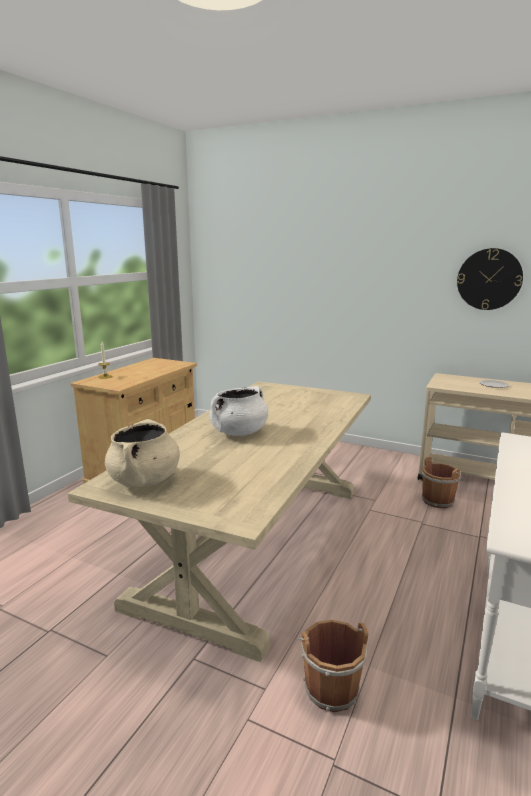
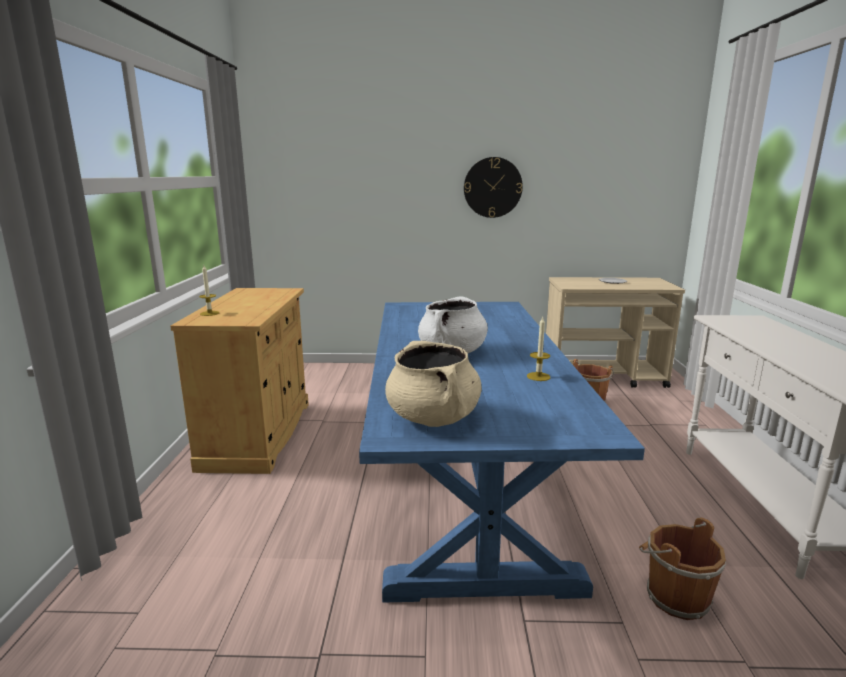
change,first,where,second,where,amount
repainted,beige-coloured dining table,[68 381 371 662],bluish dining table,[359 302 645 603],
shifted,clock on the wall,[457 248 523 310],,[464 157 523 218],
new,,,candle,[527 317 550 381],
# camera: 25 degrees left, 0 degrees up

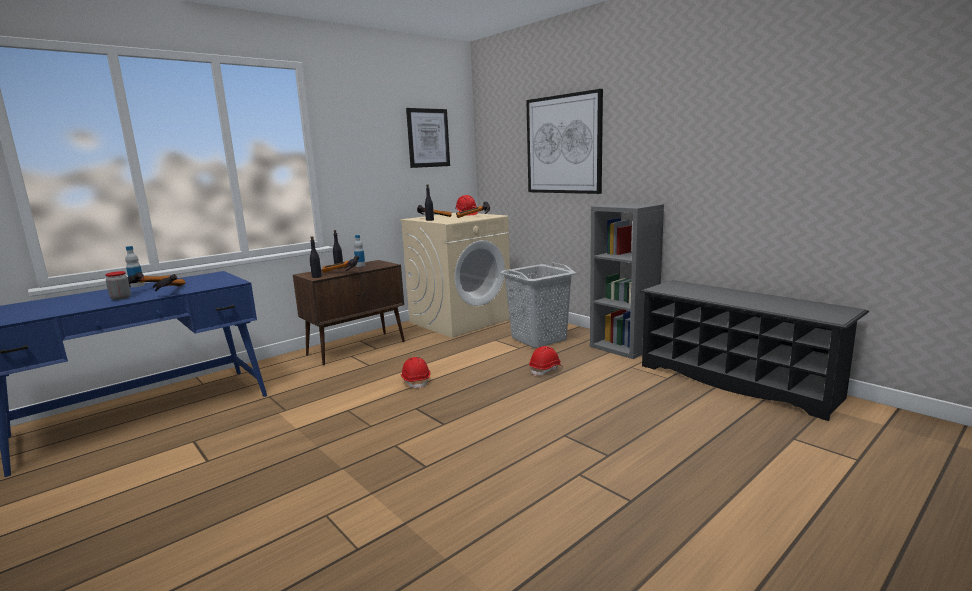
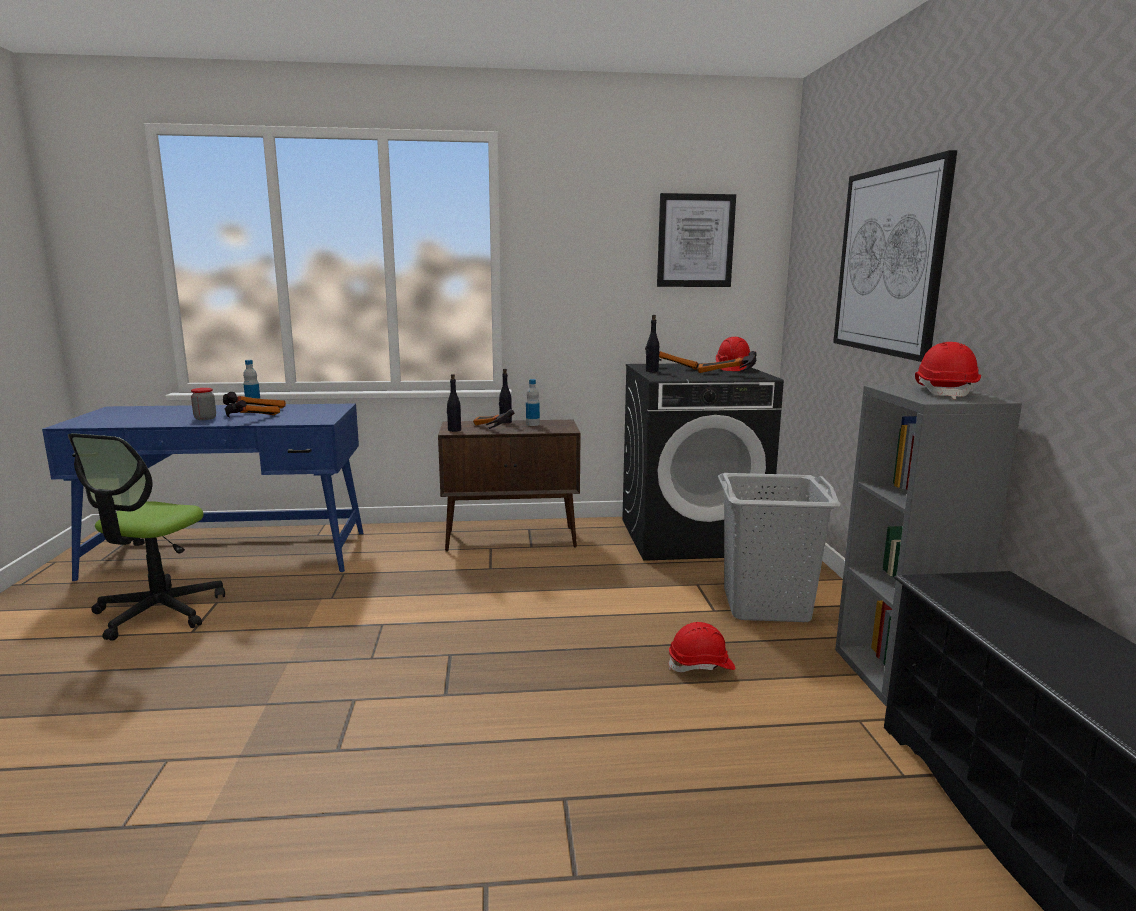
change,first,where,second,where,amount
repainted,beige-coloured laundry machine,[400 213 510 338],blackish laundry machine,[622 363 784 561],
shifted,red work helmet,[401 357 431 389],,[915 342 981 399],
new,,,computer chair,[68 433 225 641],
# camera: 35 degrees right, 0 degrees up

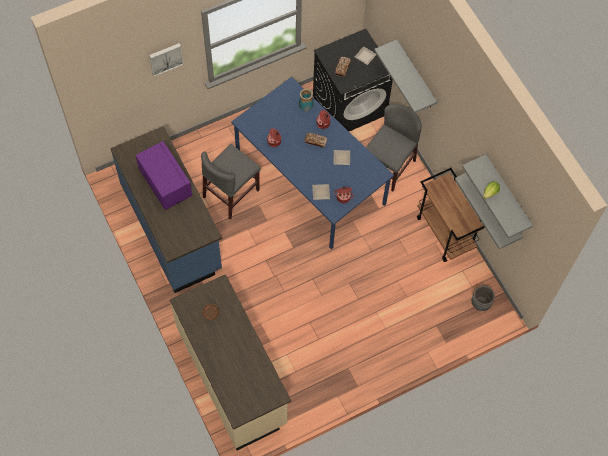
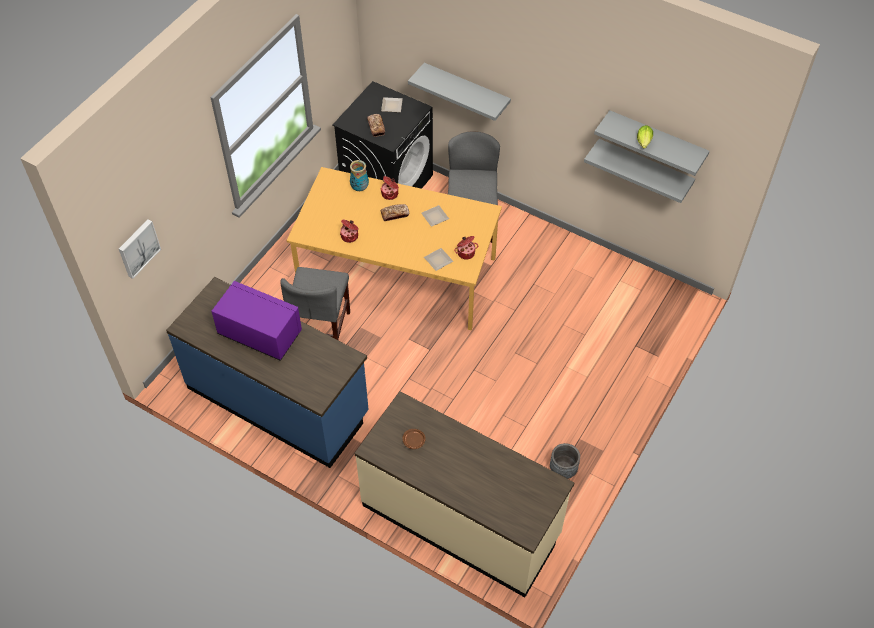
change,first,where,second,where,amount
shifted,wall art,[149 43 184 77],,[119 219 161 279],
repainted,bluish dining table,[231 77 394 249],orange dining table,[287 167 502 330],
gone,brown-coloured trolley,[417 168 485 262],,,
shifted,greyish planter,[471 285 495 311],,[550 443 580 479],
# camera: 30 degrees left, 10 degrees down

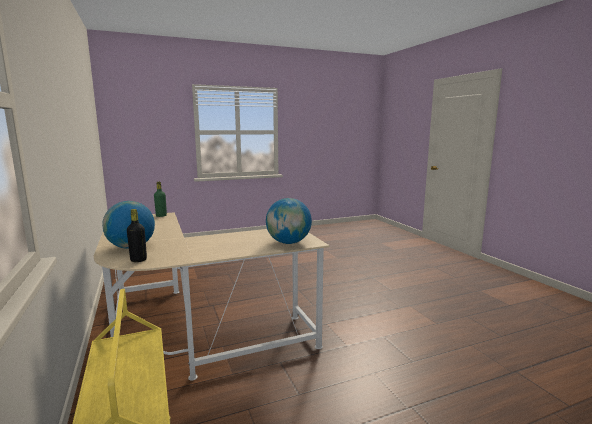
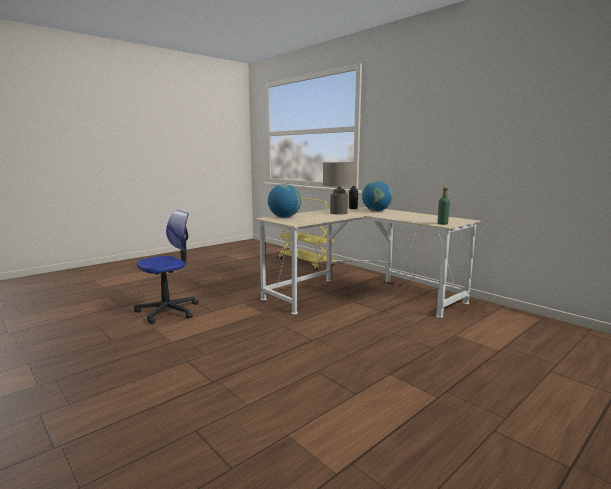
change,first,where,second,where,amount
new,,,computer chair,[134 210 198 324],
new,,,beige-coloured table lamp,[323 162 357 214],
# camera: 160 degrees right, 0 degrees up

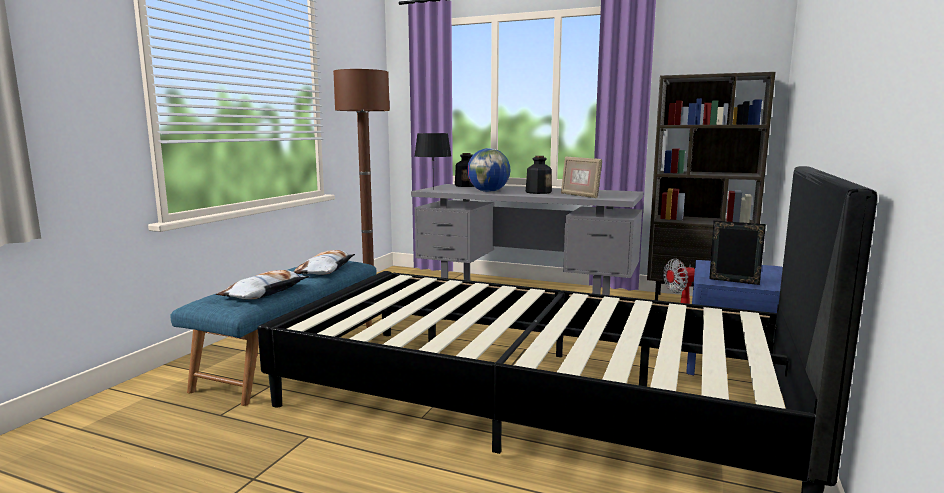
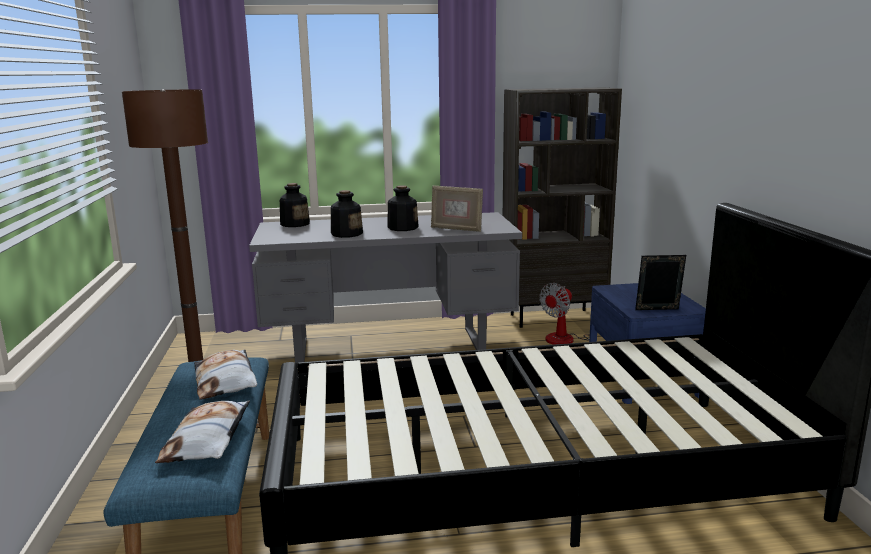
change,first,where,second,where,amount
gone,blackish table lamp,[415 133 451 190],,,
swapped,world globe,[467 148 510 192],beverage bottle,[331 190 363 238],
# camera: 30 degrees left, 5 degrees up

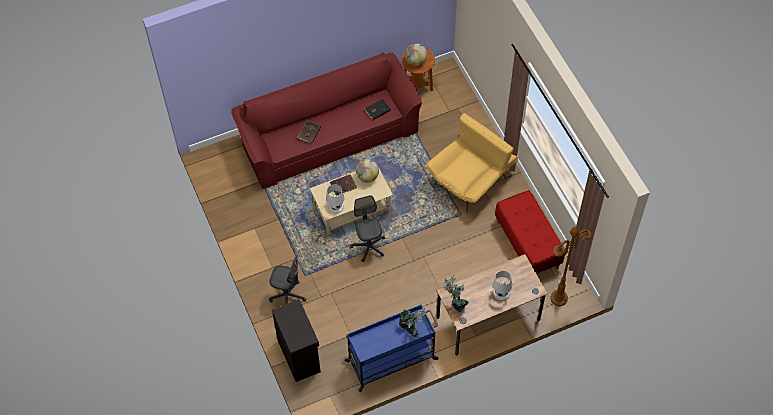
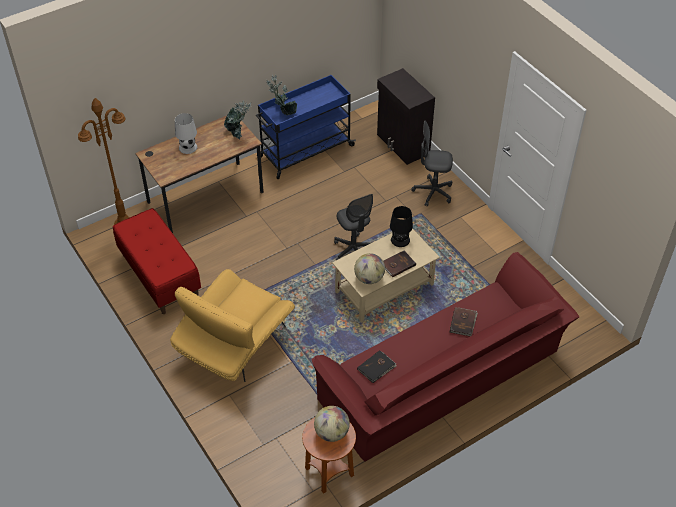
change,first,where,second,where,amount
repainted,white-coloured table lamp,[326 184 344 214],blackish table lamp,[390 206 413 247],
# camera: 170 degrees right, 10 degrees down

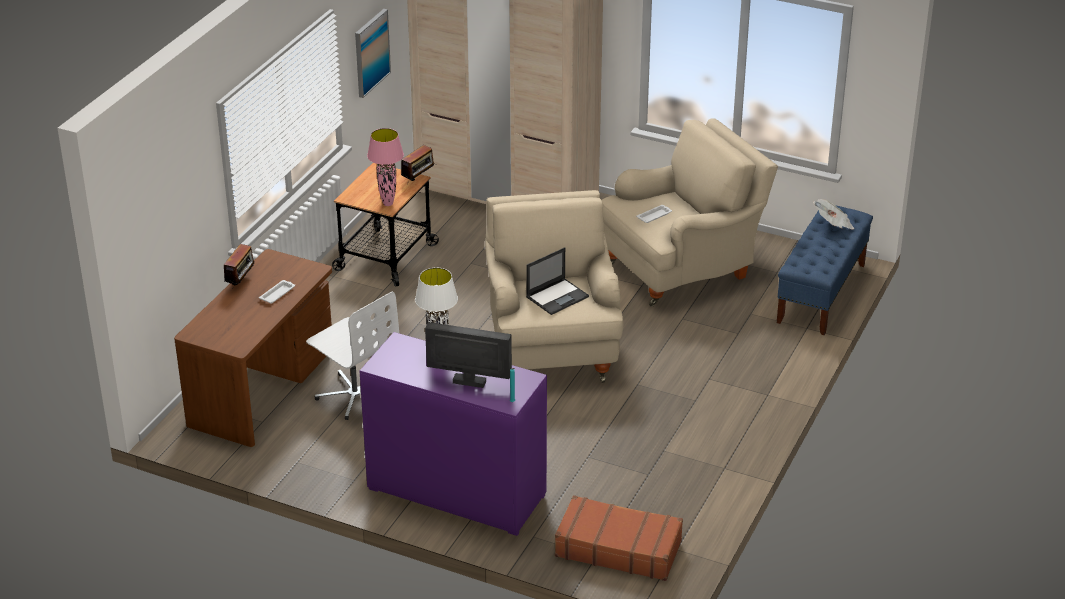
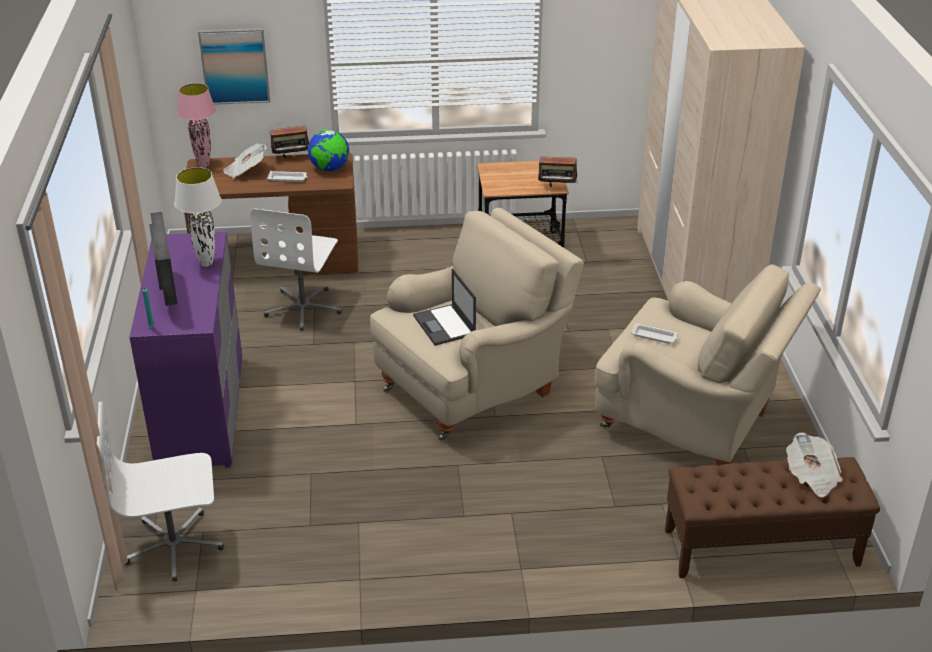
change,first,where,second,where,amount
shifted,wall art,[355 9 391 98],,[198 28 270 105],
shifted,pinkish table lamp,[367 128 404 206],,[177 83 216 168],
rotated,notebook computer,[526 247 589 315],,[413 268 476 346],45 degrees clockwise
swapped,brown-coloured piece of luggage,[555 495 683 581],white-coloured computer chair,[97 402 224 582],
repainted,bluish long seat,[777 205 873 335],brown-coloured long seat,[665 457 880 578],
new,,,newspaper,[223 143 267 178],
new,,,world globe,[308 130 349 171],
# camera: 60 degrees right, 0 degrees up

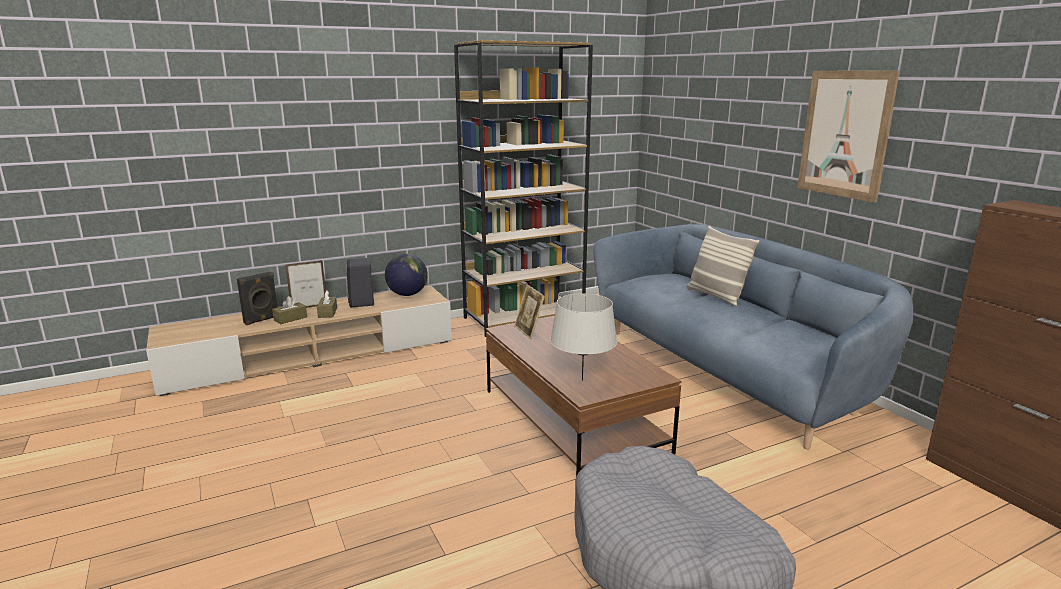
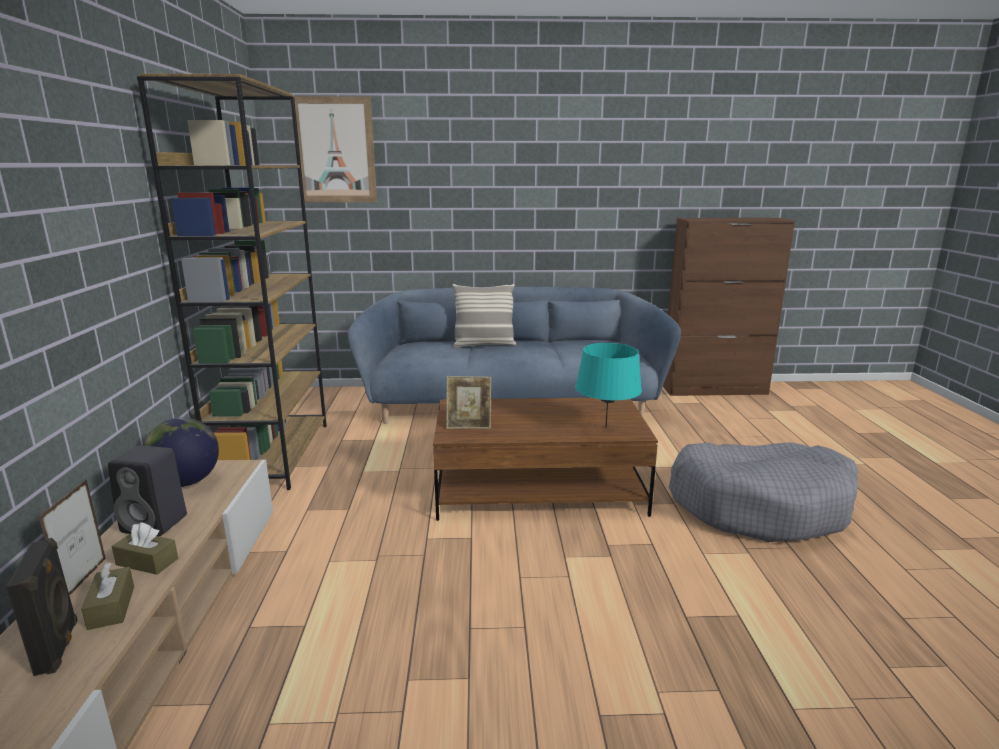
change,first,where,second,where,amount
repainted,greyish table lamp,[550 293 617 381],blue-green table lamp,[575 343 642 428],
shifted,wall art,[797 71 900 203],,[290 96 377 202],
# camera: 65 degrees left, 0 degrees up

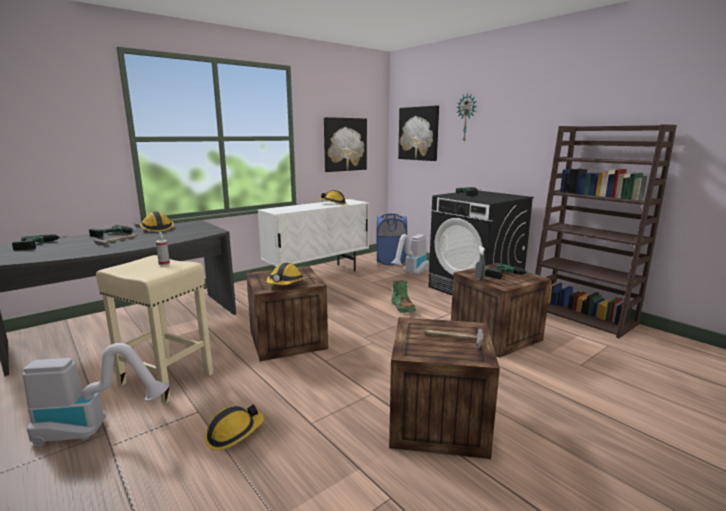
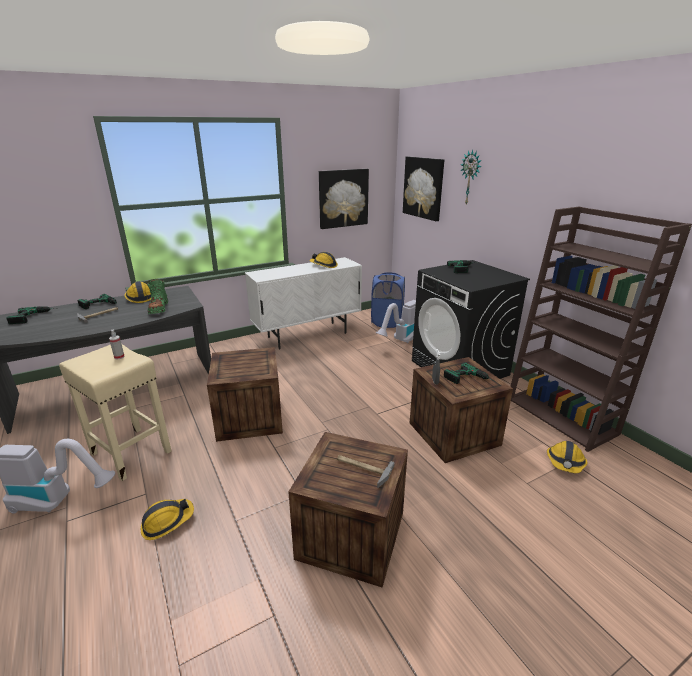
change,first,where,second,where,amount
shifted,work helmet,[266 263 305 285],,[547 441 587 473],
shifted,greenish tall boot,[391 280 416 313],,[147 279 168 314],
# camera: 10 degrees right, 10 degrees up

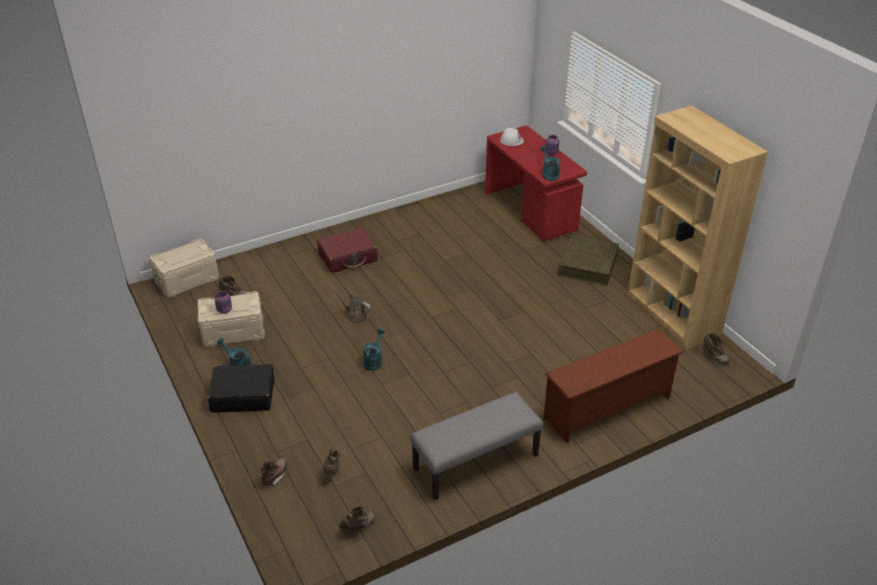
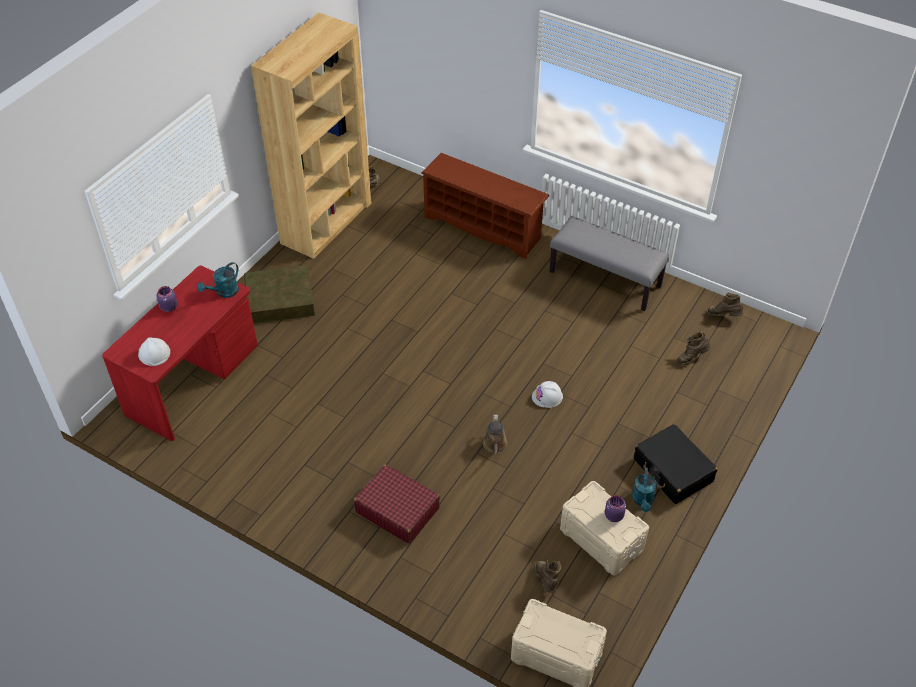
change,first,where,second,where,amount
gone,brown-coloured tall boot,[260 458 287 487],,,
swapped,blue-green sprinkling can,[363 329 385 371],white-coloured work helmet,[532 381 563 408],
# camera: 120 degrees left, 10 degrees up

